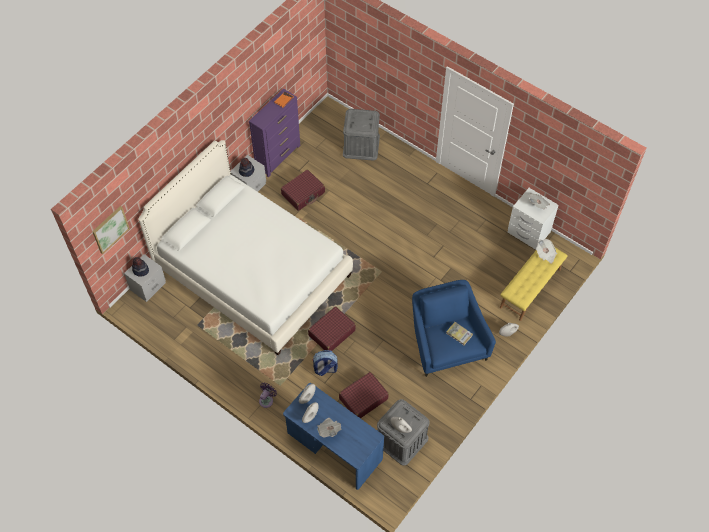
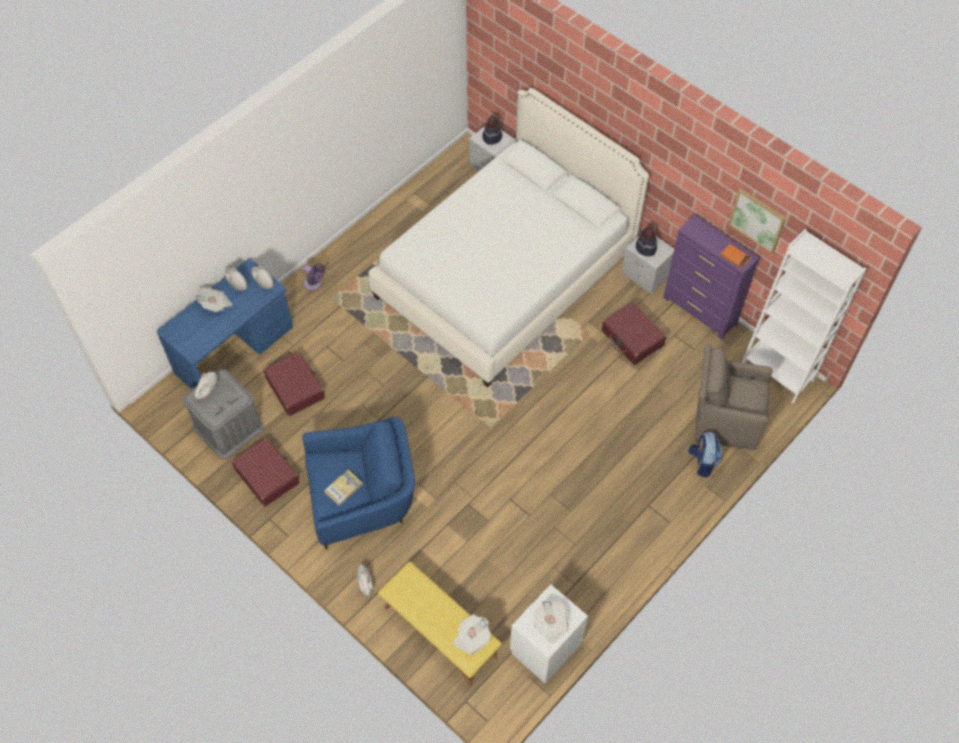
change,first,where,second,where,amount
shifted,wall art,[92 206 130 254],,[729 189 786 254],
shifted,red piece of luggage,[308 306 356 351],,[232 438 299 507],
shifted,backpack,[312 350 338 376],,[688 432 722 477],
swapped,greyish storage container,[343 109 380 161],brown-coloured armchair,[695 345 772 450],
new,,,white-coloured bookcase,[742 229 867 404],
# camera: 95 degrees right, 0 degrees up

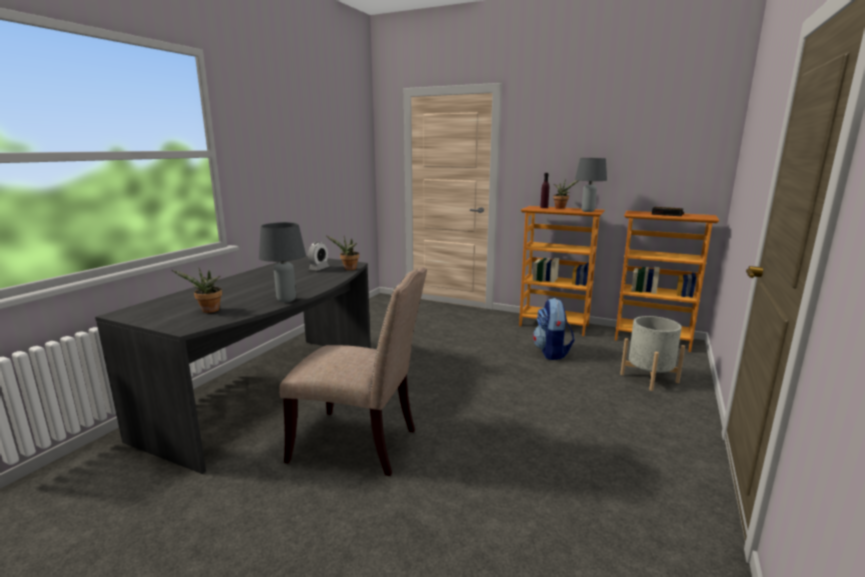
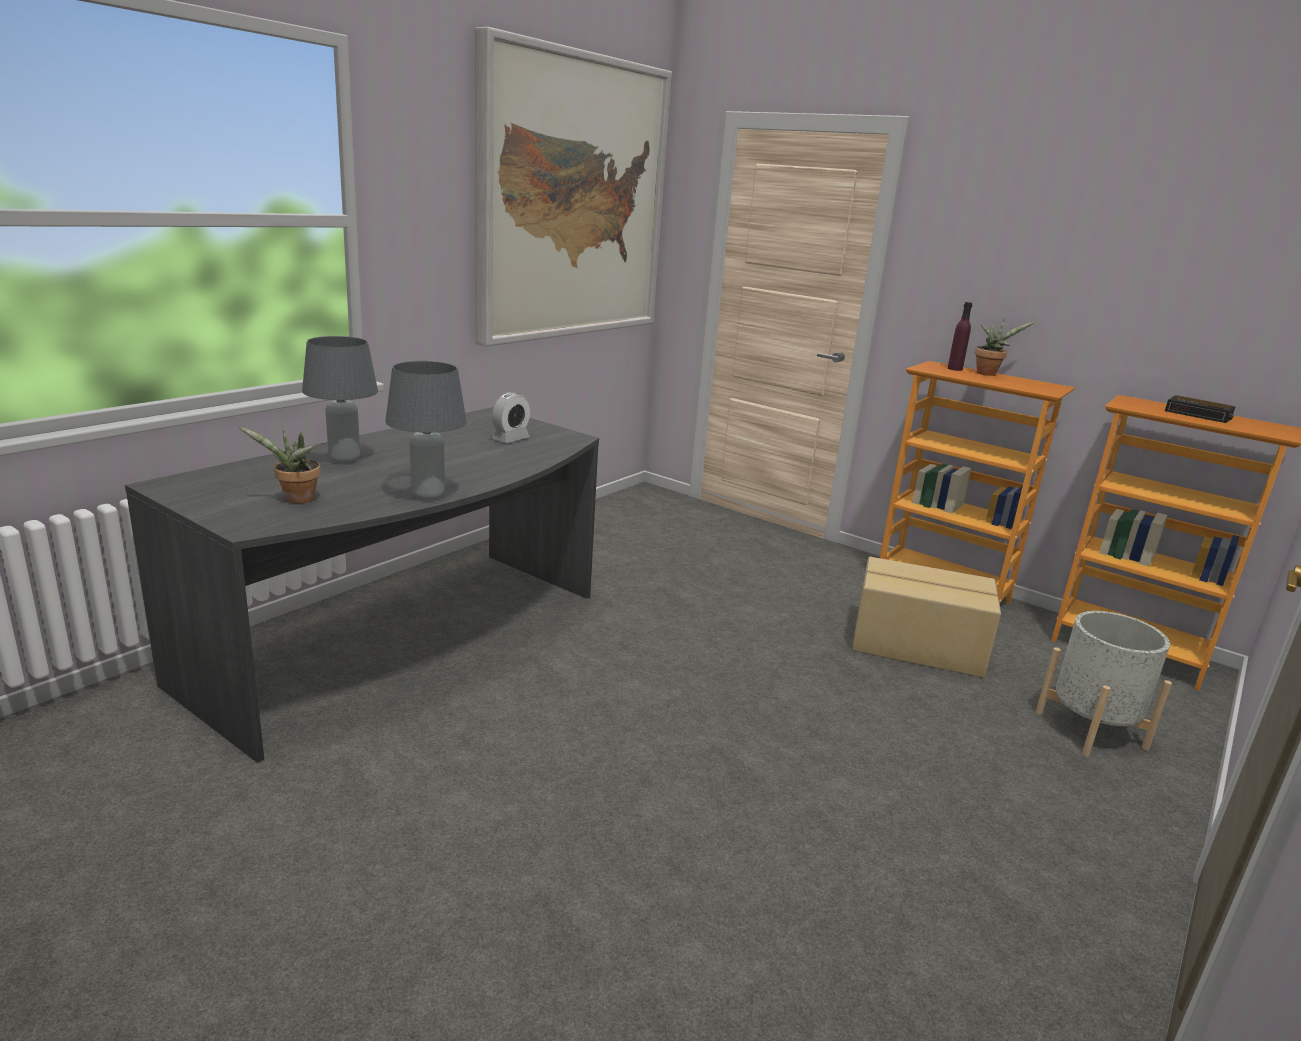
change,first,where,second,where,amount
gone,beige-coloured upright chair,[280 267 427 476],,,
gone,potted plant,[327 236 359 270],,,
swapped,backpack,[533 298 575 360],carton,[852 557 1001 678],
shifted,greyish table lamp,[575 158 607 212],,[302 336 378 464],
new,,,wall art,[475 27 672 347],
# camera: 10 degrees right, 5 degrees up

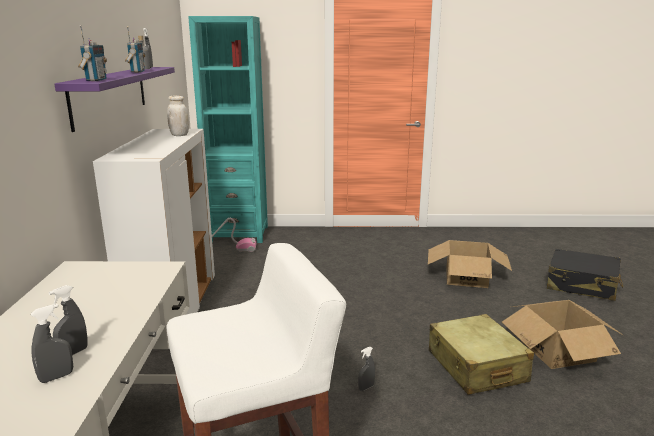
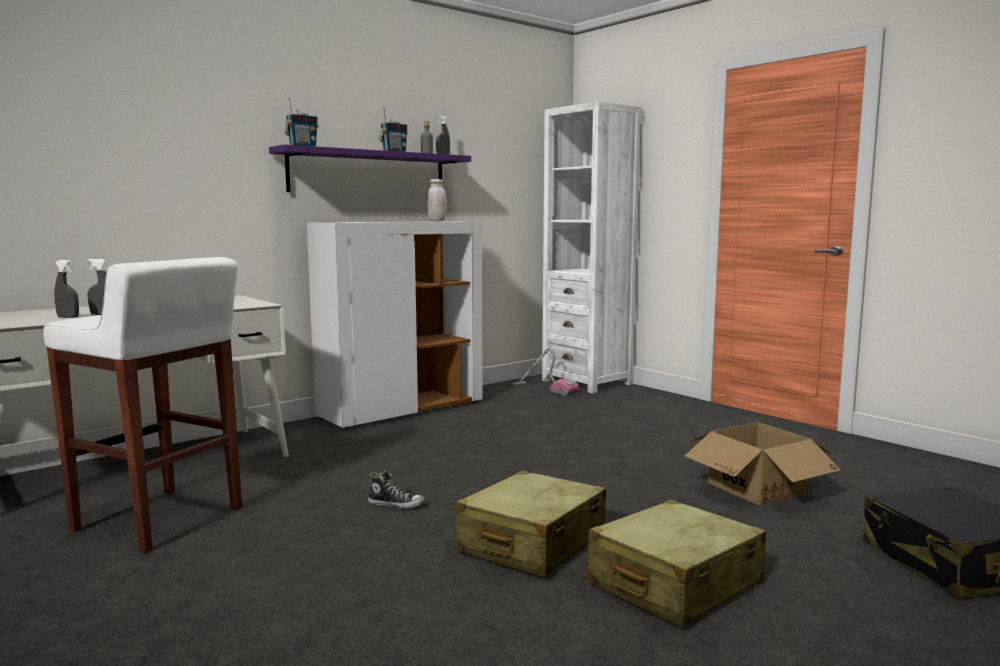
change,first,where,second,where,amount
repainted,blue-green bookcase,[188 16 268 243],white-coloured bookcase,[542 101 641 393],
swapped,greyish hand sprayer,[358 347 375 391],item of footwear,[368 470 425 509],
swapped,carton,[502 300 623 369],beige-coloured piece of luggage,[586 499 766 627],
# camera: 50 degrees right, 10 degrees down

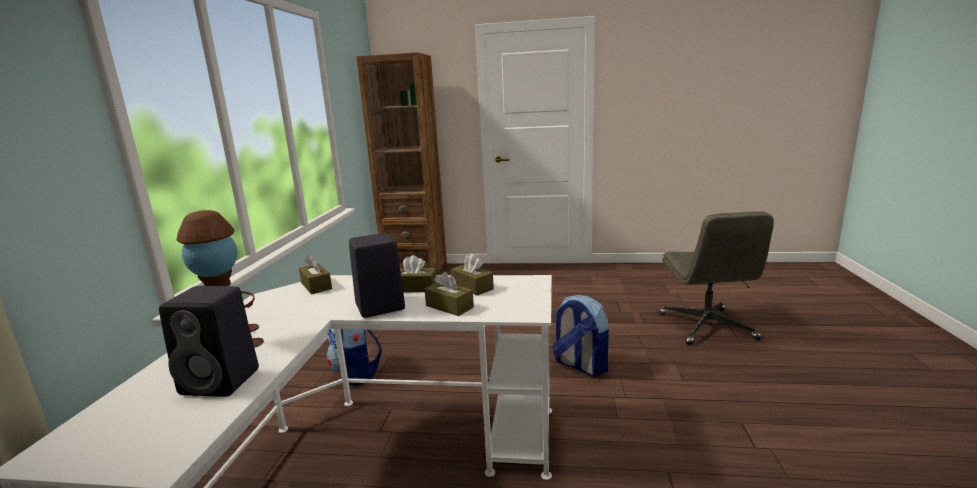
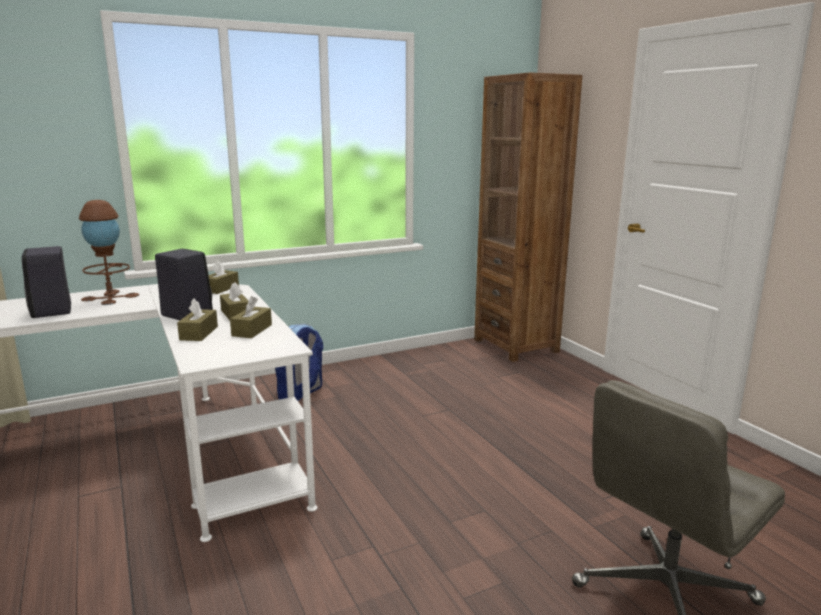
change,first,where,second,where,amount
gone,backpack,[552 295 609 377],,,
# camera: 55 degrees right, 0 degrees up

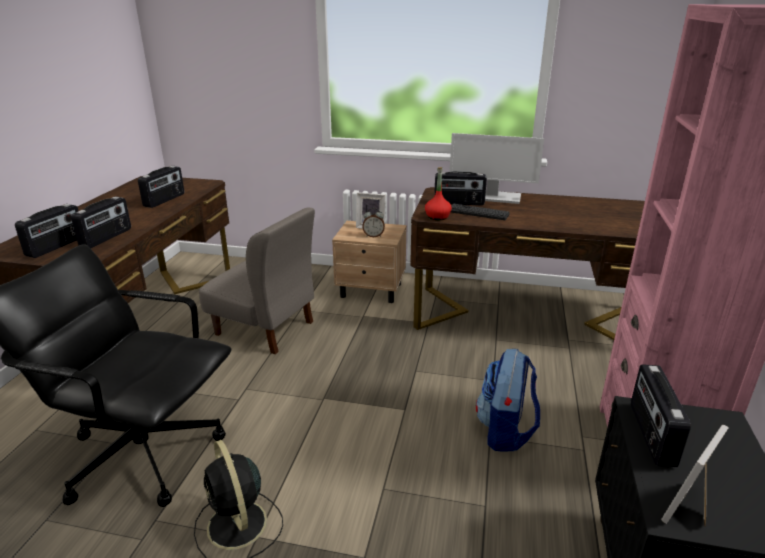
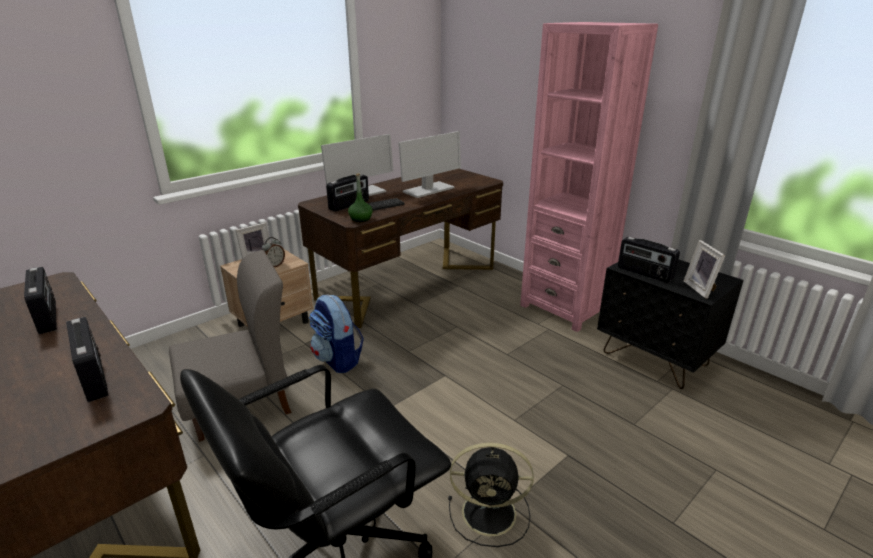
change,first,where,second,where,amount
gone,radio,[15 204 78 258],,,
repainted,red beverage bottle,[425 167 452 220],greenish beverage bottle,[348 173 373 222],
shifted,backpack,[476 349 540 452],,[309 295 364 373],
new,,,computer screen,[399 131 461 198],
# camera: 55 degrees left, 0 degrees up

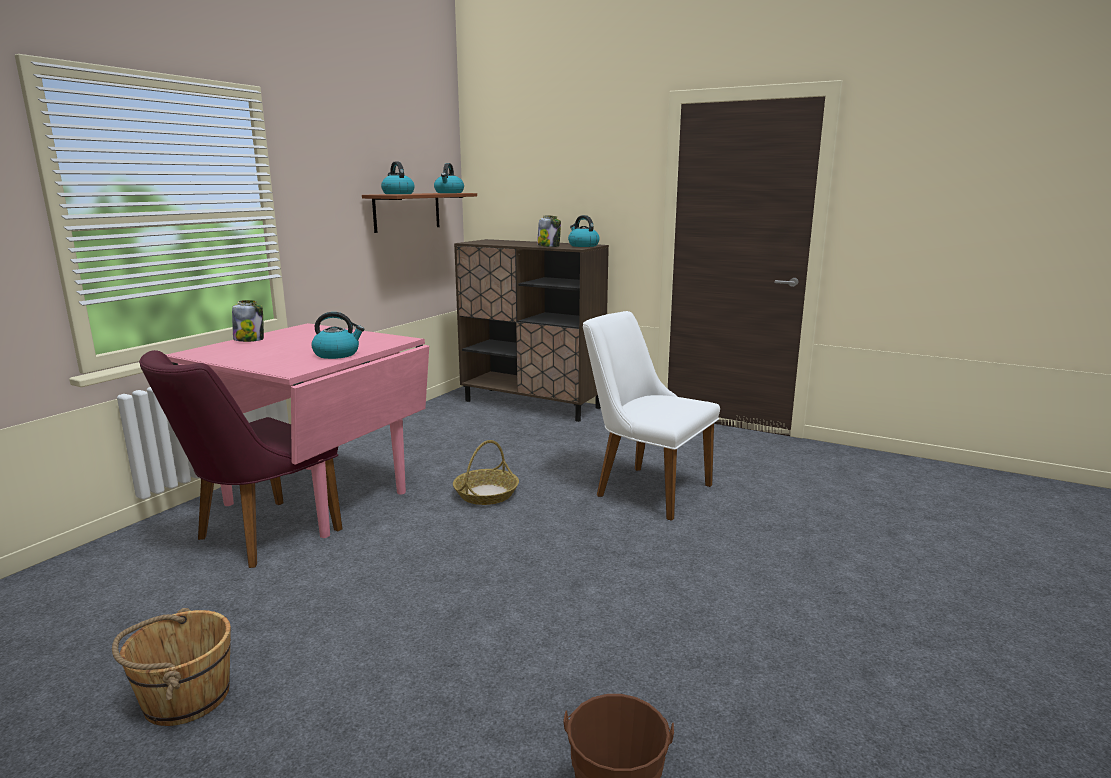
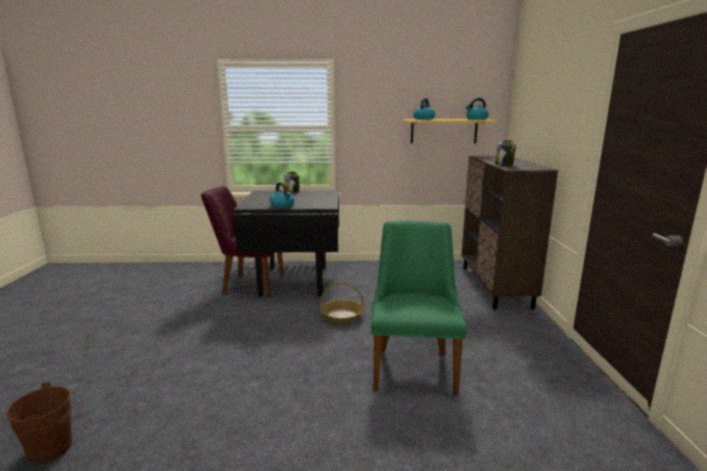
change,first,where,second,where,amount
gone,brown-coloured bucket,[112 608 231 726],,,
repainted,pinkish dining table,[166 323 429 538],blackish dining table,[232 190 339 297],
repainted,brown-coloured wall shelf,[362 193 477 233],yellow-coloured wall shelf,[403 119 496 144],
gone,kettle,[568 215 600 247],,,
repainted,white-coloured upright chair,[583 311 720 521],greenish upright chair,[371 221 467 395],
# camera: 60 degrees right, 0 degrees up

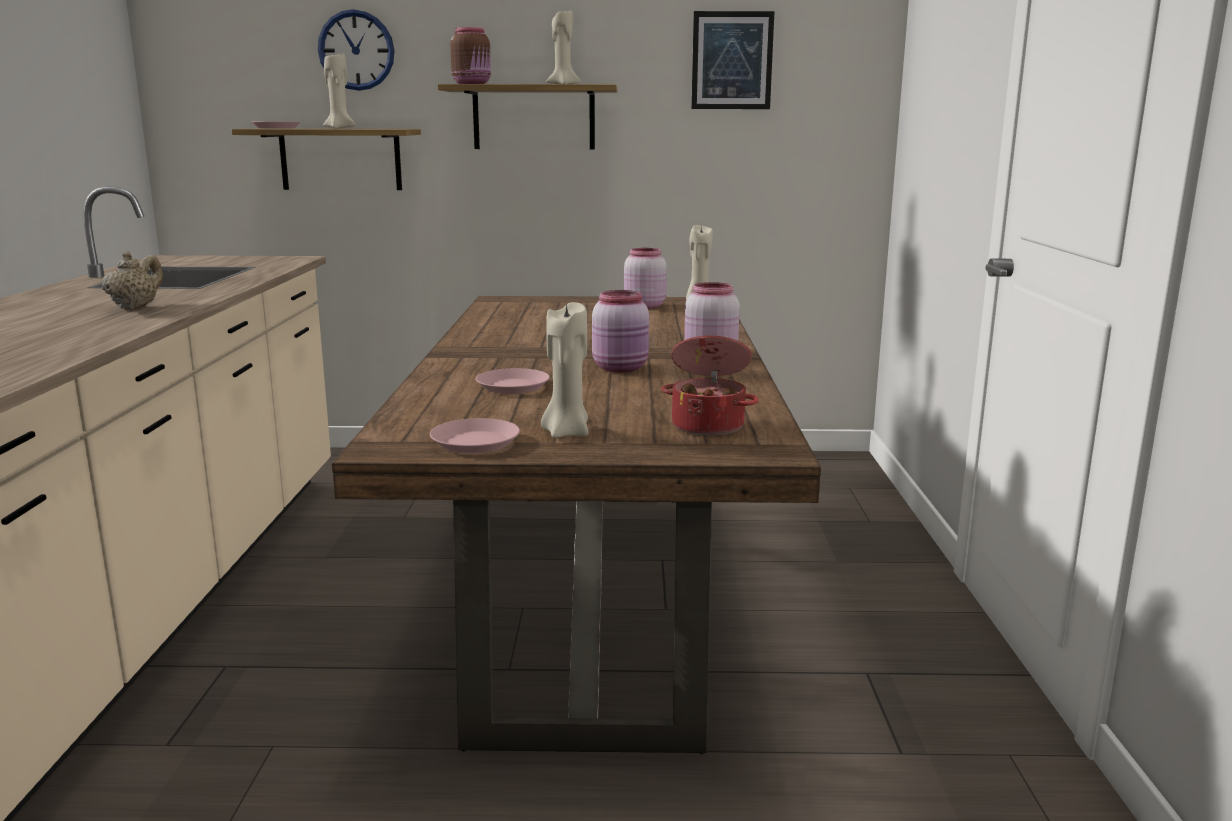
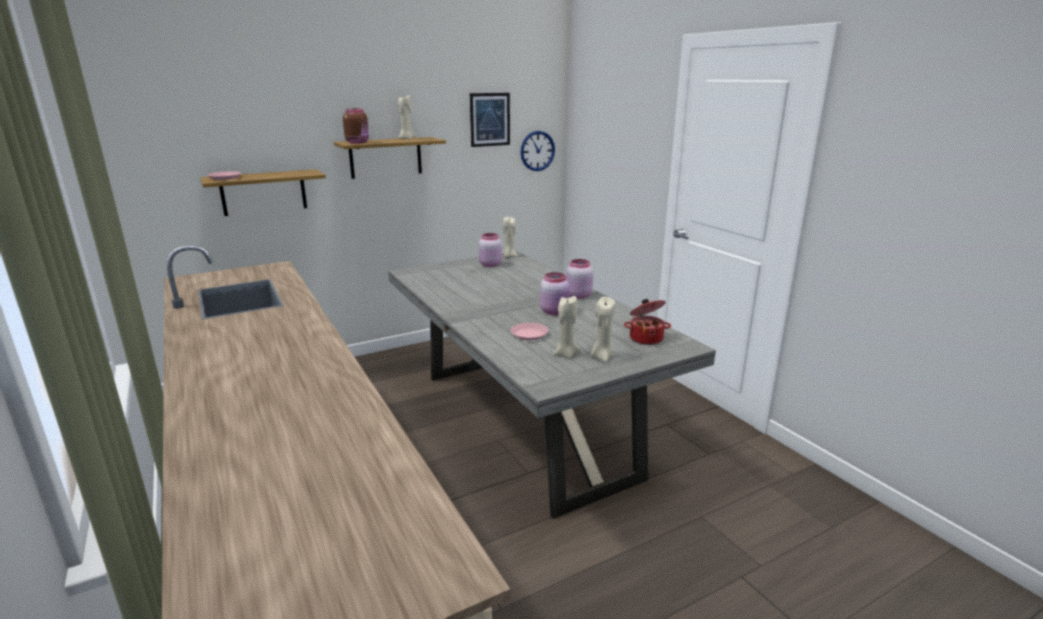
change,first,where,second,where,amount
gone,beige-coloured tea pot,[102 251 163 310],,,
shifted,clock on the wall,[318 9 395 91],,[520 131 555 171],
shifted,beige-coloured candle,[323 54 355 129],,[553 296 581 359],
repainted,brown-coloured dining table,[332 296 821 755],greyish dining table,[388 251 716 518],
gone,pinkish flat dish,[430 418 520 454],,,
# camera: 30 degrees left, 5 degrees up

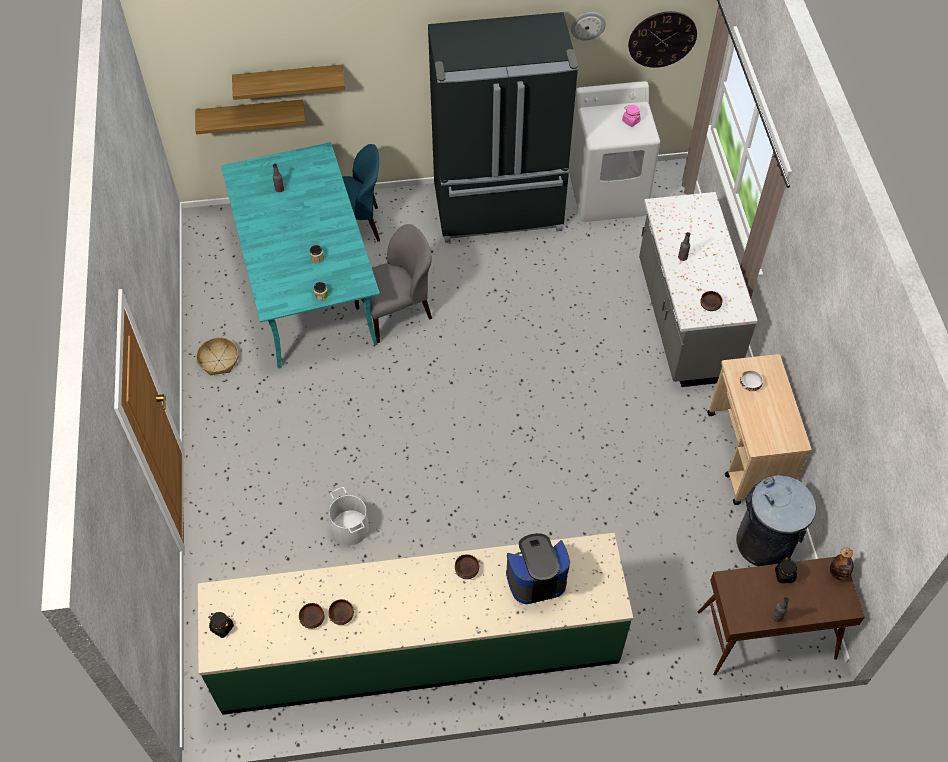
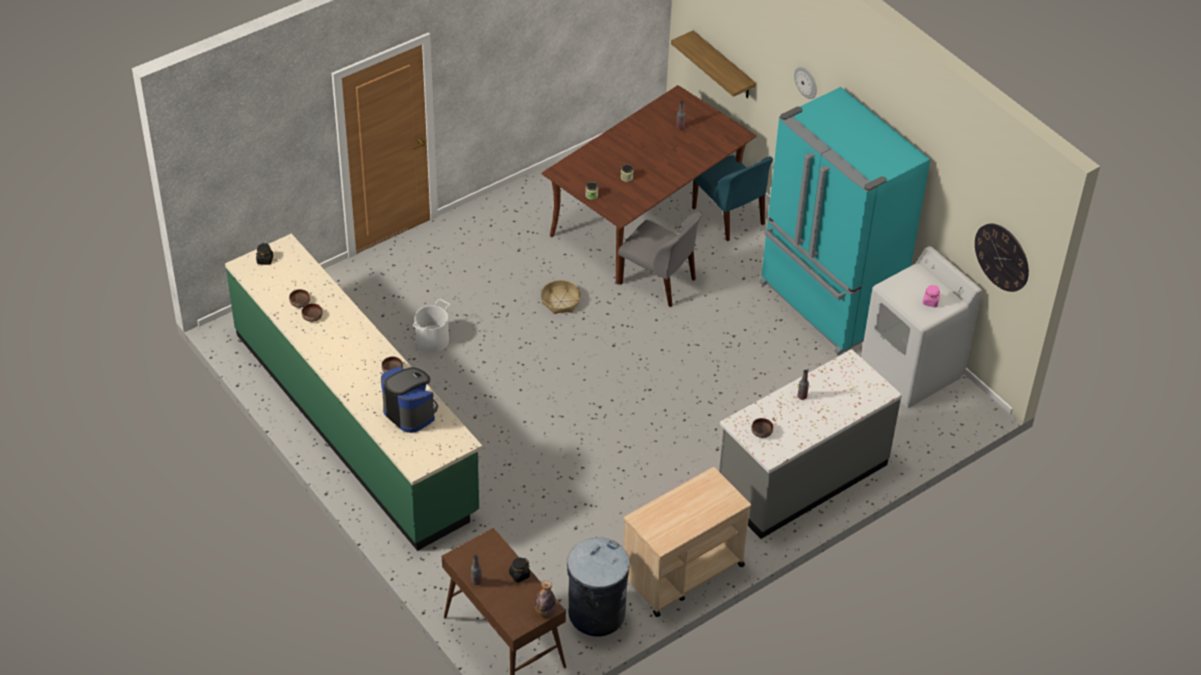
change,first,where,second,where,amount
shifted,household basket,[196 337 239 376],,[541 280 581 314],
repainted,blue-green dining table,[221 142 380 369],brown-coloured dining table,[542 85 756 284],
gone,wall shelf,[232 65 345 100],,,
repainted,blackish refrigerator,[428 12 578 243],blue-green refrigerator,[759 87 931 355],
shifted,clock on the wall,[571 12 606 40],,[794 67 817 99],
gone,white-coloured serving bowl,[740 370 763 391],,,
# camera: 60 degrees right, 10 degrees down

